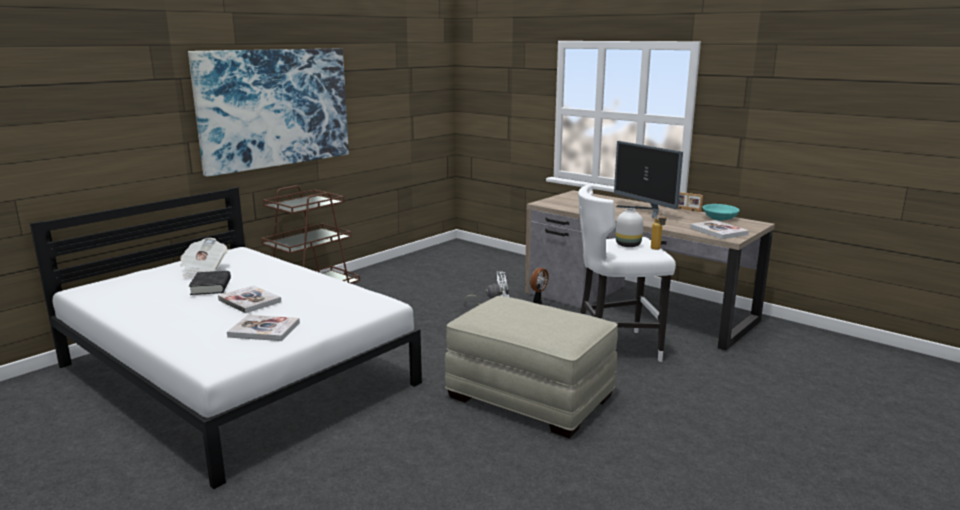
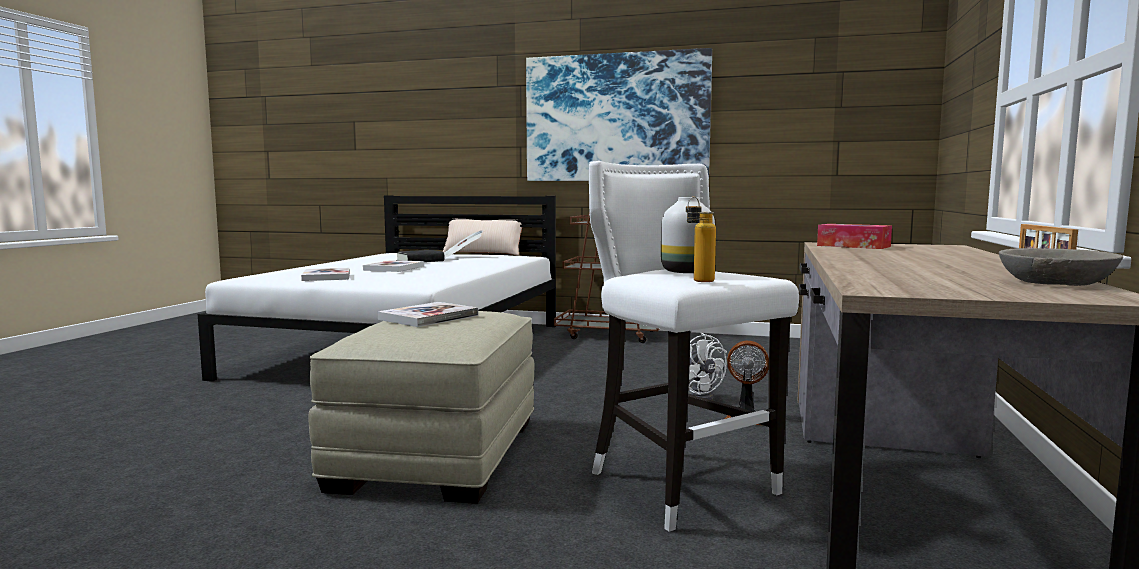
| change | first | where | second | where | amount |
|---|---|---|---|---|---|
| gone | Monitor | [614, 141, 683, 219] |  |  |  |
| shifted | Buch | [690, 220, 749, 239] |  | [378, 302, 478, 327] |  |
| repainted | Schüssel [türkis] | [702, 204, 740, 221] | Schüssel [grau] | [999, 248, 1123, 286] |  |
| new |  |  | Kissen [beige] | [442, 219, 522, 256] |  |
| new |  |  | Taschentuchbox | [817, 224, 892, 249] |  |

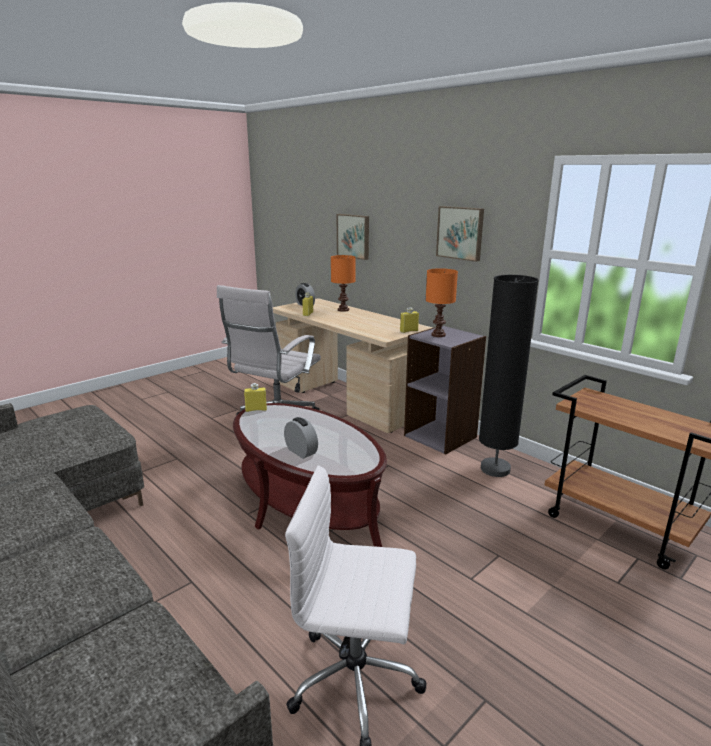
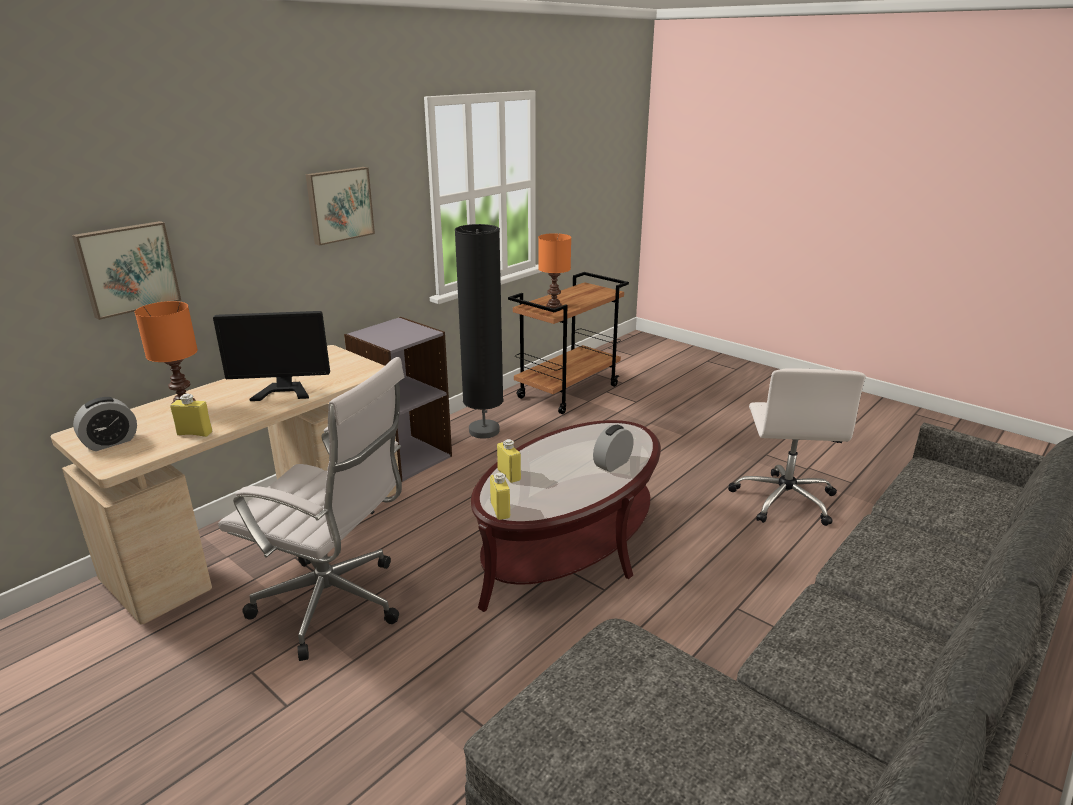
| change | first | where | second | where | amount |
|---|---|---|---|---|---|
| shifted | Flasche [gelb] | [400, 307, 419, 333] |  | [497, 439, 521, 483] |  |
| shifted | Tischlampe [orange] | [426, 268, 458, 337] |  | [538, 233, 571, 309] |  |
| new |  |  | Monitor | [213, 311, 330, 401] |  |

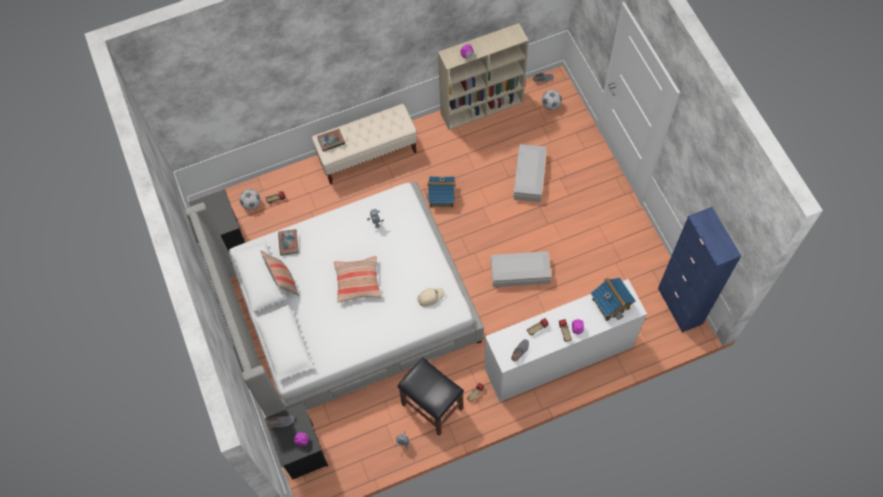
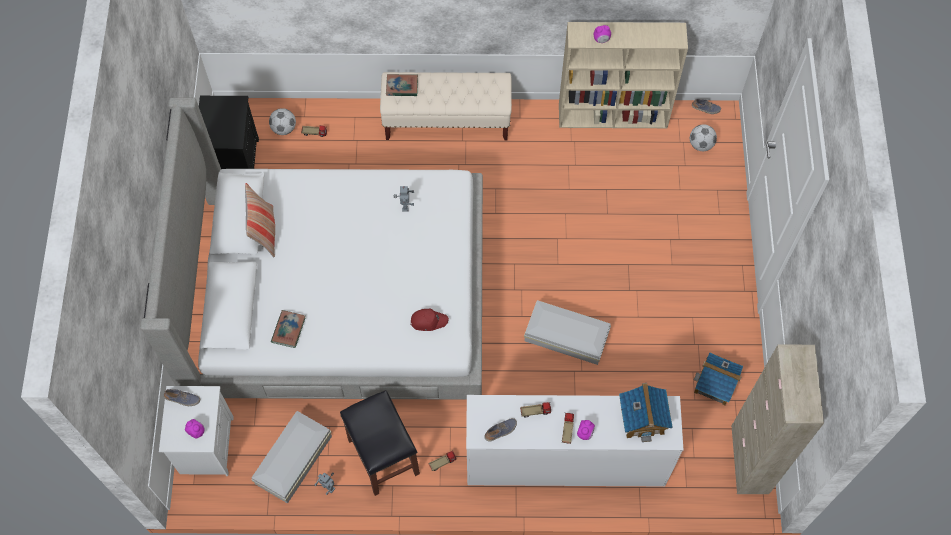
| change | first | where | second | where | amount |
|---|---|---|---|---|---|
| repainted | Nachttisch [schwarz] | [265, 403, 328, 480] | Nachttisch [weiß] | [159, 386, 234, 476] |  |
| shifted | Buch | [278, 229, 299, 256] |  | [271, 310, 306, 348] |  |
| gone | Kissen | [334, 256, 381, 303] |  |  |  |
| repainted | Kappe [beige] | [418, 288, 445, 307] | Kappe [rot] | [411, 309, 449, 331] |  |
| shifted | Spielzeughaus | [426, 176, 455, 208] |  | [694, 353, 743, 405] |  |
| shifted | Aufbewahrungsbox [weiß] | [513, 144, 547, 202] |  | [251, 411, 332, 504] |  |
| repainted | Schrank [blau] | [658, 207, 741, 333] | Schrank [beige] | [731, 344, 824, 494] |  |

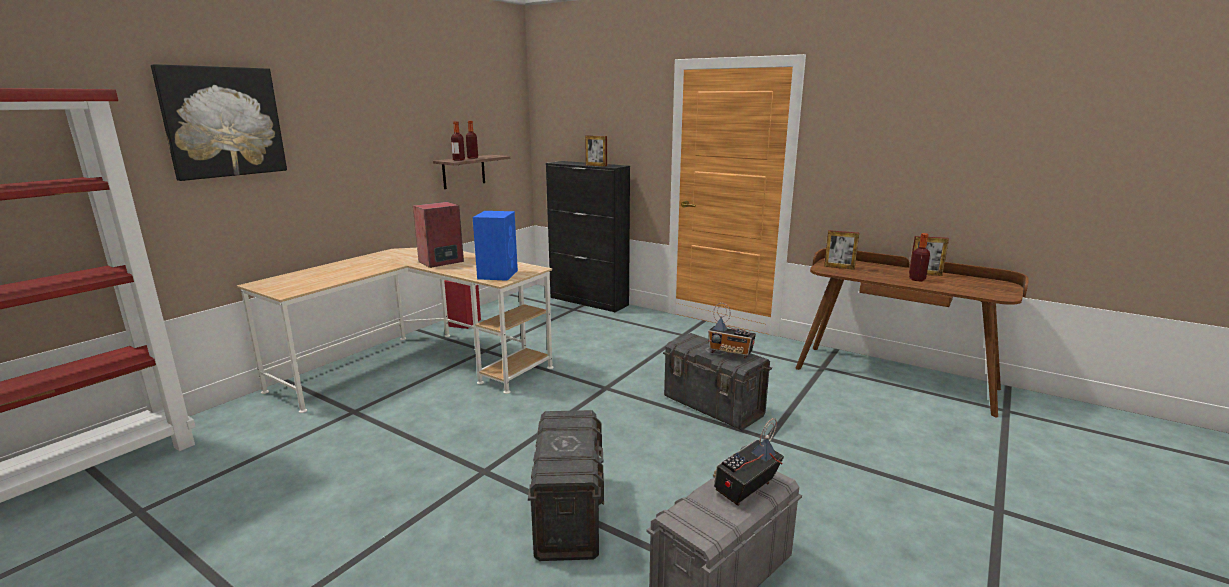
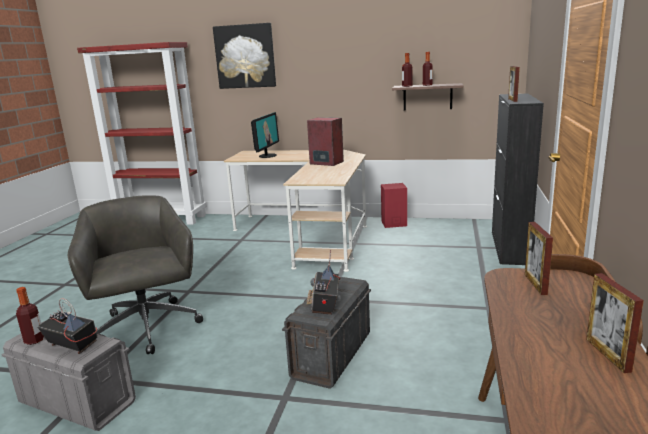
| change | first | where | second | where | amount |
|---|---|---|---|---|---|
| gone | Lautsprecher [blau] | [473, 211, 518, 281] |  |  |  |
| swapped | Aufbewahrungsbox [grau] | [528, 410, 604, 561] | Bürostuhl [grau] | [68, 195, 203, 354] |  |
| shifted | Flasche | [909, 233, 930, 281] |  | [16, 287, 44, 345] |  |
| new |  |  | Monitor | [251, 112, 279, 158] |  |

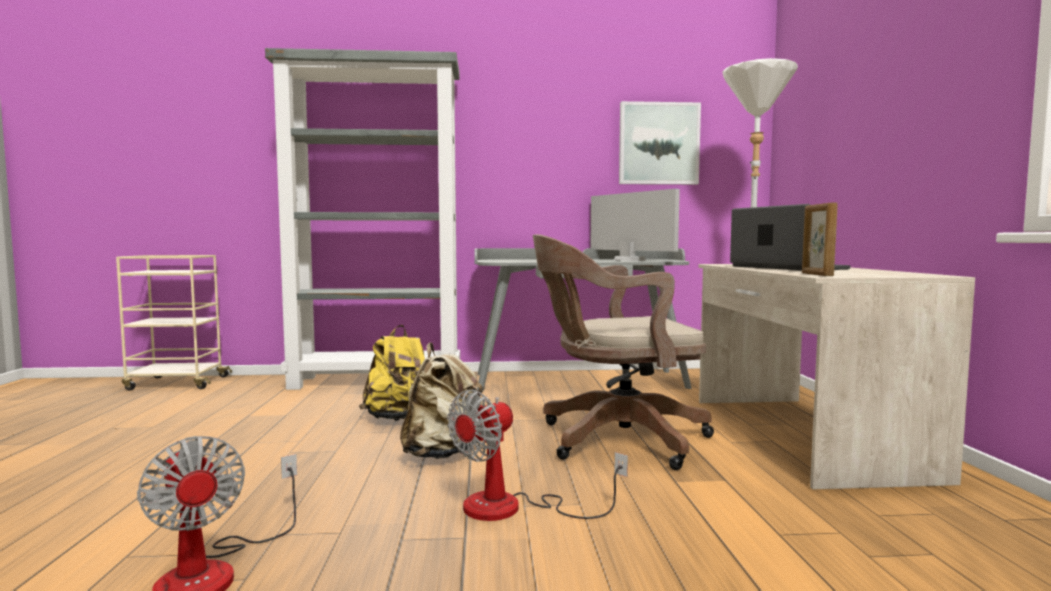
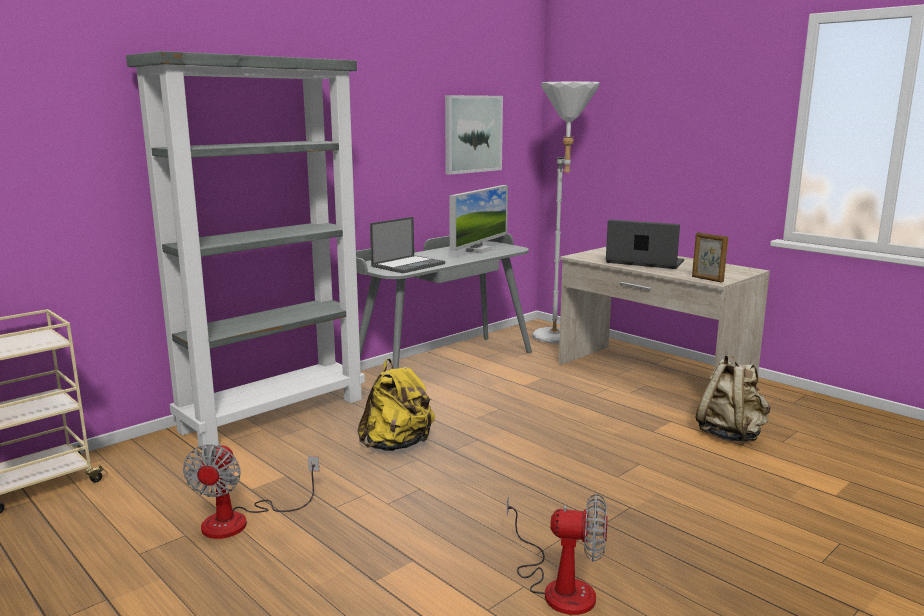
| change | first | where | second | where | amount |
|---|---|---|---|---|---|
| shifted | Rucksack [beige] | [400, 342, 485, 459] |  | [695, 354, 770, 441] |  |
| shifted | Ventilator | [447, 389, 628, 521] |  | [183, 443, 319, 539] |  |
| gone | Bürostuhl [braun] | [533, 234, 714, 470] |  |  |  |
| rotated | Monitor | [590, 189, 680, 261] |  | [449, 185, 508, 253] | 105 degrees clockwise |
| new |  |  | Laptop | [370, 217, 445, 273] |  |

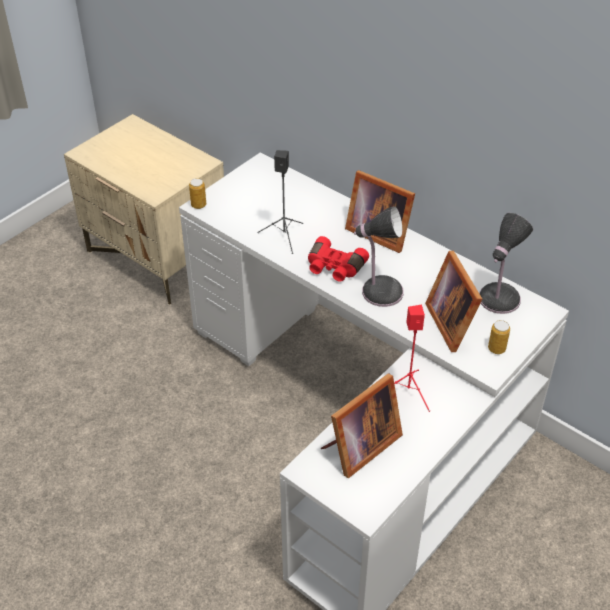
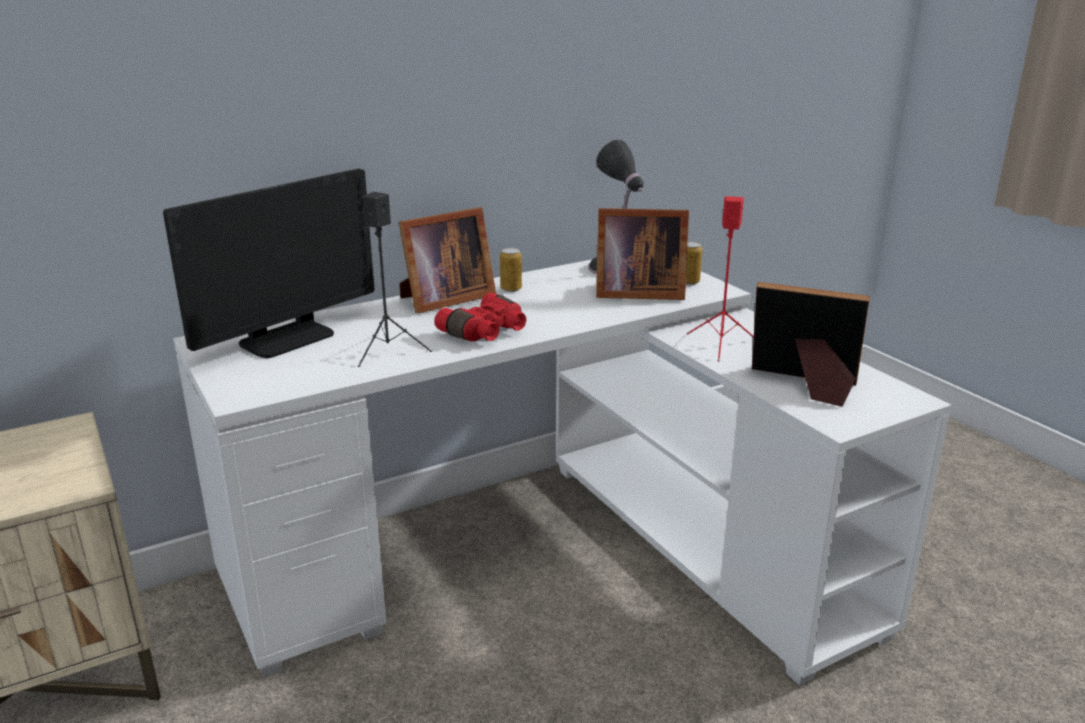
| change | first | where | second | where | amount |
|---|---|---|---|---|---|
| shifted | Dose | [189, 178, 206, 209] |  | [500, 248, 522, 292] |  |
| rotated | Bilderrahmen | [321, 373, 403, 478] |  | [752, 282, 870, 407] | 45 degrees counterclockwise |
| gone | Tischlampe | [354, 206, 404, 307] |  |  |  |
| new |  |  | Monitor | [163, 169, 375, 358] |  |

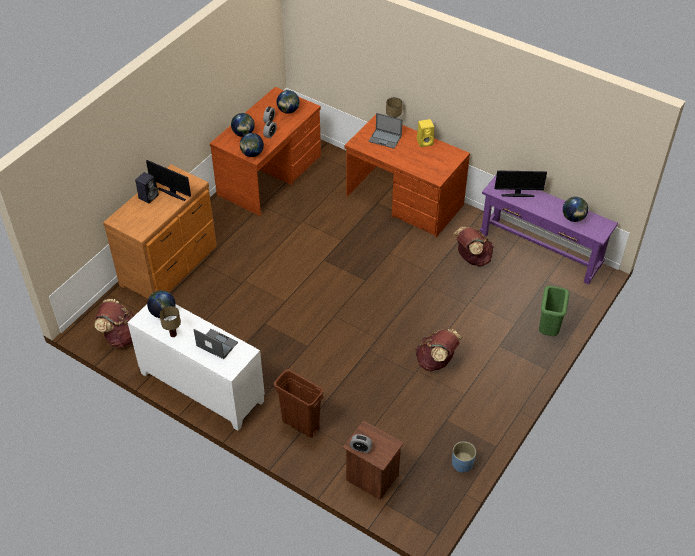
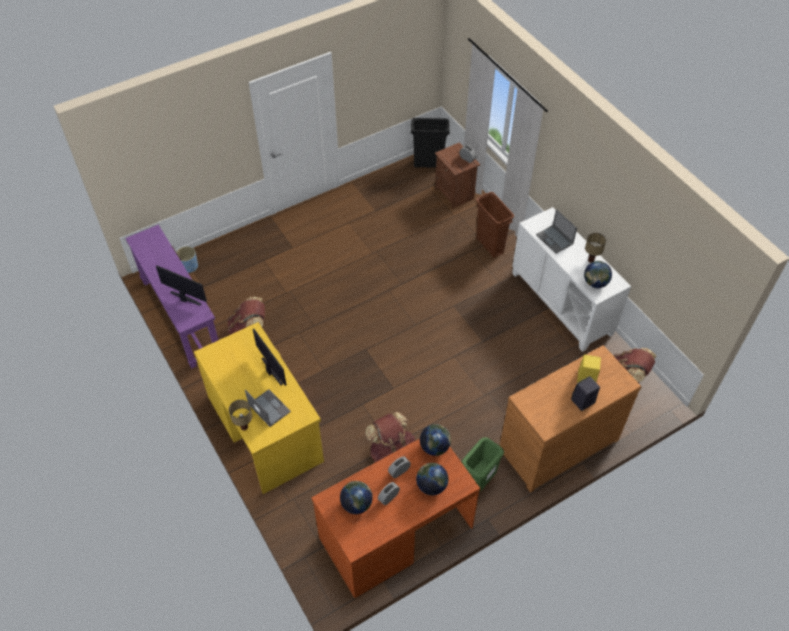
| change | first | where | second | where | amount |
|---|---|---|---|---|---|
| shifted | Monitor | [146, 160, 191, 201] |  | [253, 329, 287, 386] |  |
| repainted | Schreibtisch [braun] | [345, 115, 470, 237] | Schreibtisch [gelb] | [194, 322, 324, 494] |  |
| shifted | Rucksack [braun] | [416, 329, 462, 372] |  | [365, 412, 415, 462] |  |
| shifted | Lautsprecher [gelb] | [417, 119, 434, 147] |  | [577, 355, 601, 383] |  |
| shifted | Pflanzkübel [blau] | [452, 441, 476, 473] |  | [176, 246, 198, 273] |  |
| shifted | Mülleimer [grün] | [539, 286, 569, 336] |  | [462, 437, 504, 492] |  |
| gone | Globus | [563, 197, 588, 222] |  |  |  |
| new |  |  | Mülleimer [schwarz] | [411, 118, 450, 168] |  |

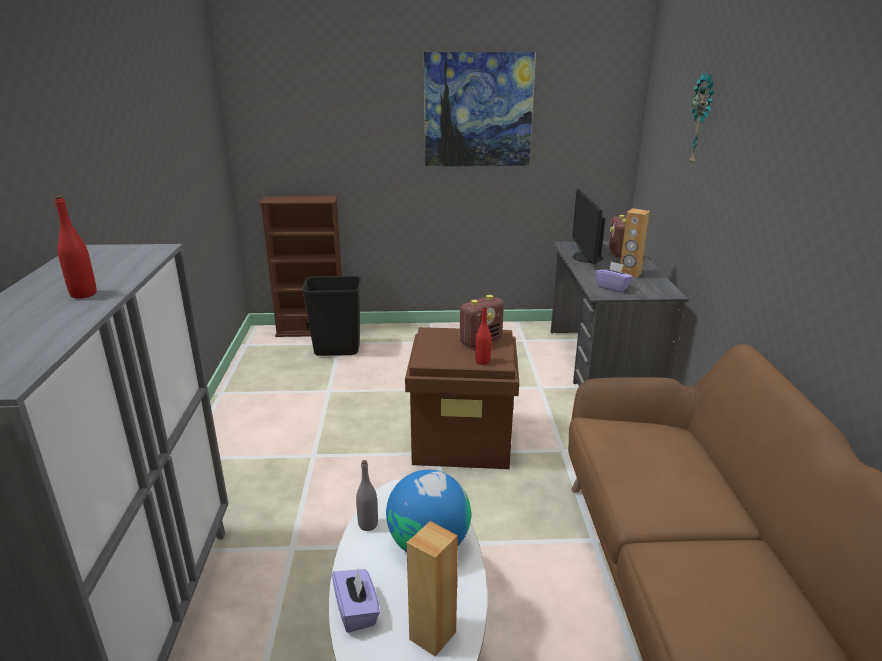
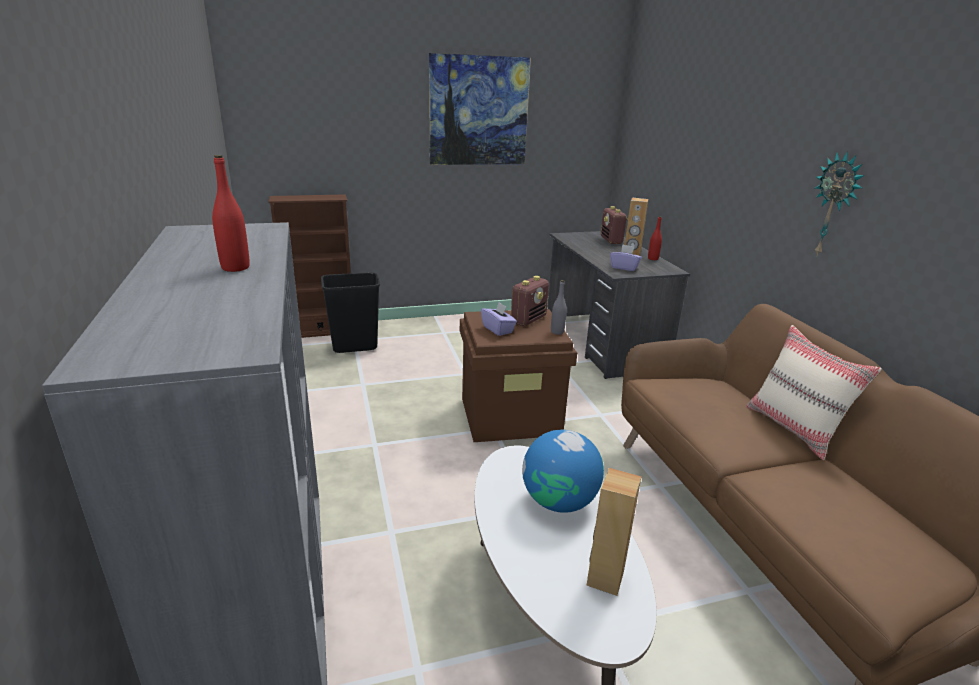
| change | first | where | second | where | amount |
|---|---|---|---|---|---|
| shifted | Taschentuchbox [lila] | [332, 568, 380, 633] |  | [481, 302, 517, 336] |  |
| shifted | Flasche [grau] | [356, 460, 378, 531] |  | [551, 280, 567, 335] |  |
| shifted | Flasche [rot] | [475, 306, 491, 365] |  | [648, 216, 662, 260] |  |
| gone | Monitor | [572, 189, 605, 264] |  |  |  |
| shifted | Wanduhr | [690, 72, 714, 166] |  | [815, 151, 865, 257] |  |
| new |  |  | Kissen [beige] | [746, 325, 882, 460] |  |

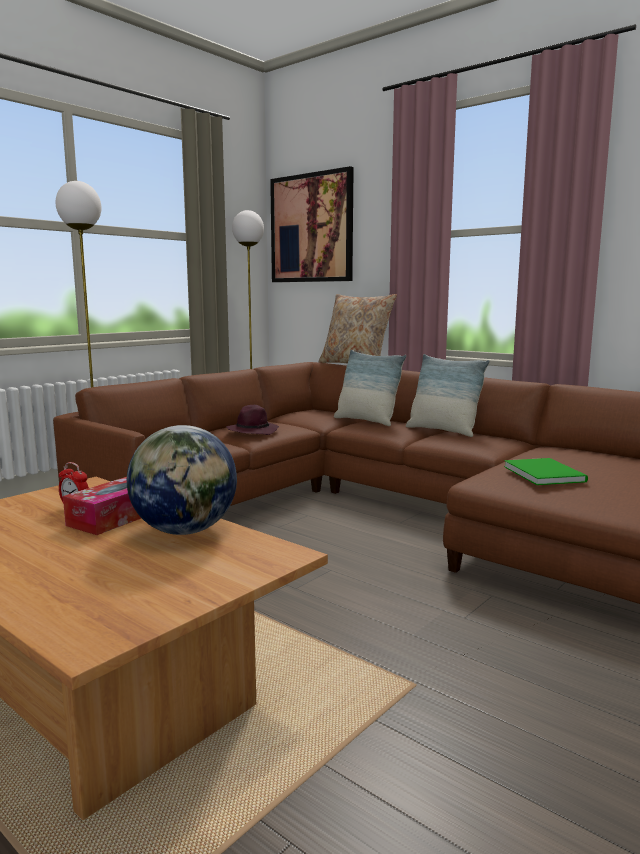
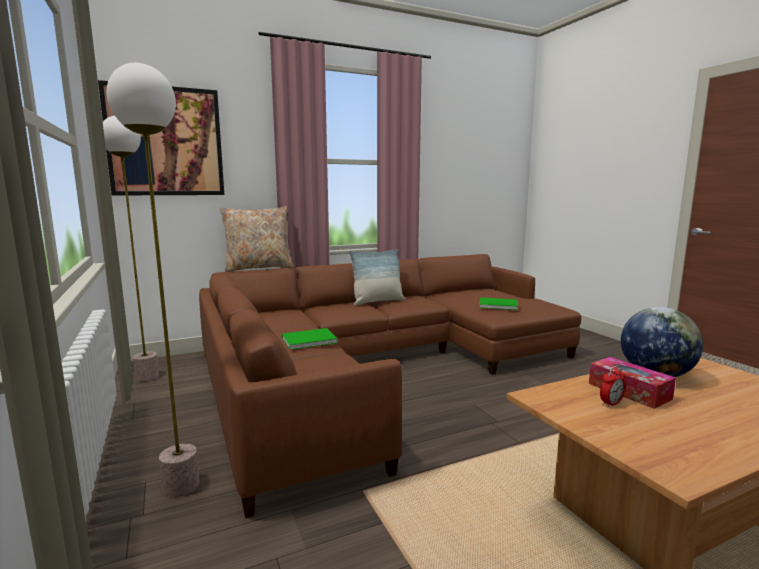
| change | first | where | second | where | amount |
|---|---|---|---|---|---|
| swapped | Hut [lila] | [226, 405, 279, 435] | Buch [grün] | [282, 328, 338, 350] |  |
| gone | Kissen | [334, 350, 406, 426] |  |  |  |

